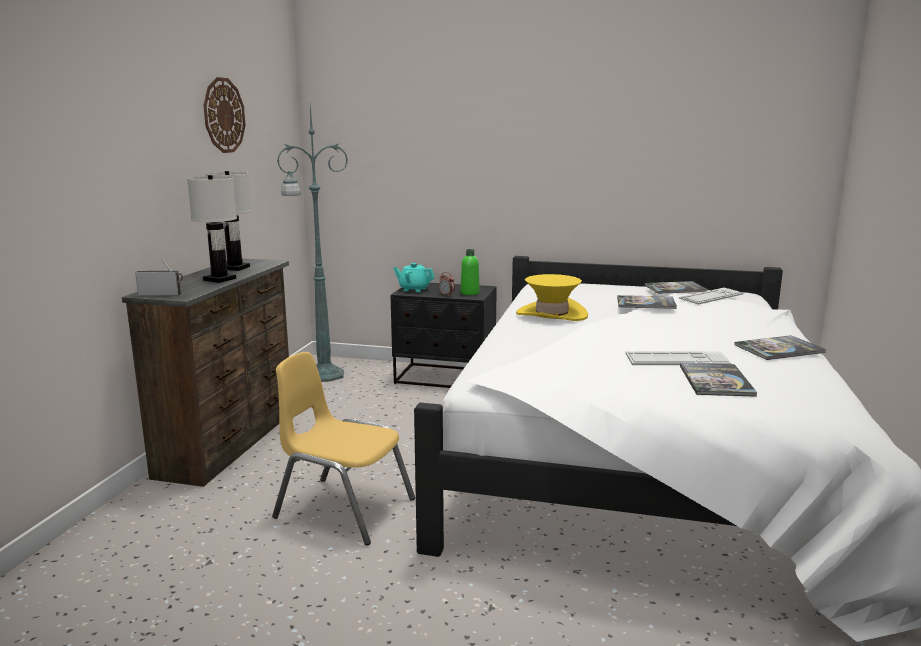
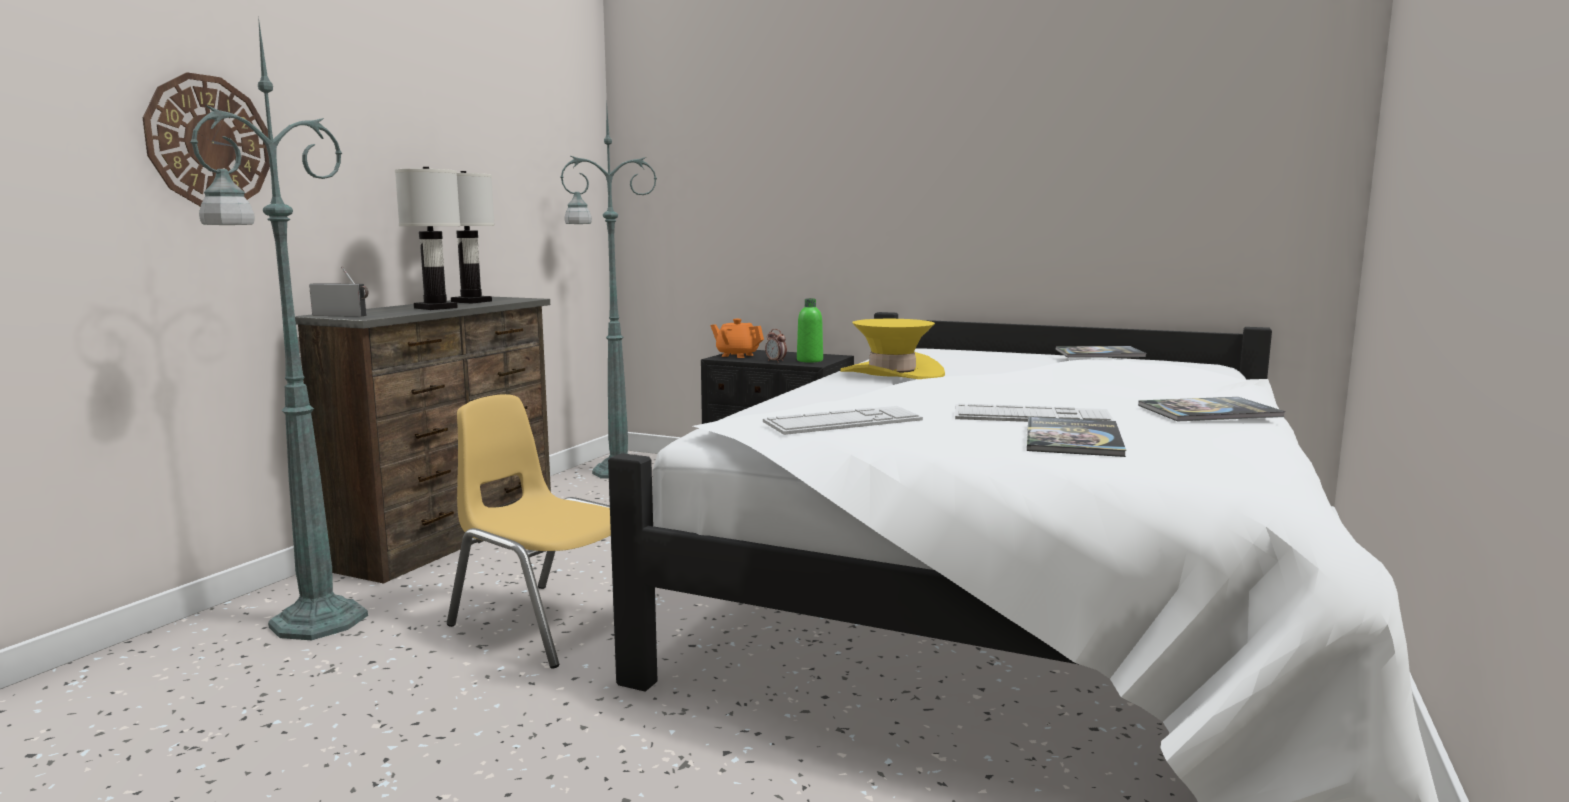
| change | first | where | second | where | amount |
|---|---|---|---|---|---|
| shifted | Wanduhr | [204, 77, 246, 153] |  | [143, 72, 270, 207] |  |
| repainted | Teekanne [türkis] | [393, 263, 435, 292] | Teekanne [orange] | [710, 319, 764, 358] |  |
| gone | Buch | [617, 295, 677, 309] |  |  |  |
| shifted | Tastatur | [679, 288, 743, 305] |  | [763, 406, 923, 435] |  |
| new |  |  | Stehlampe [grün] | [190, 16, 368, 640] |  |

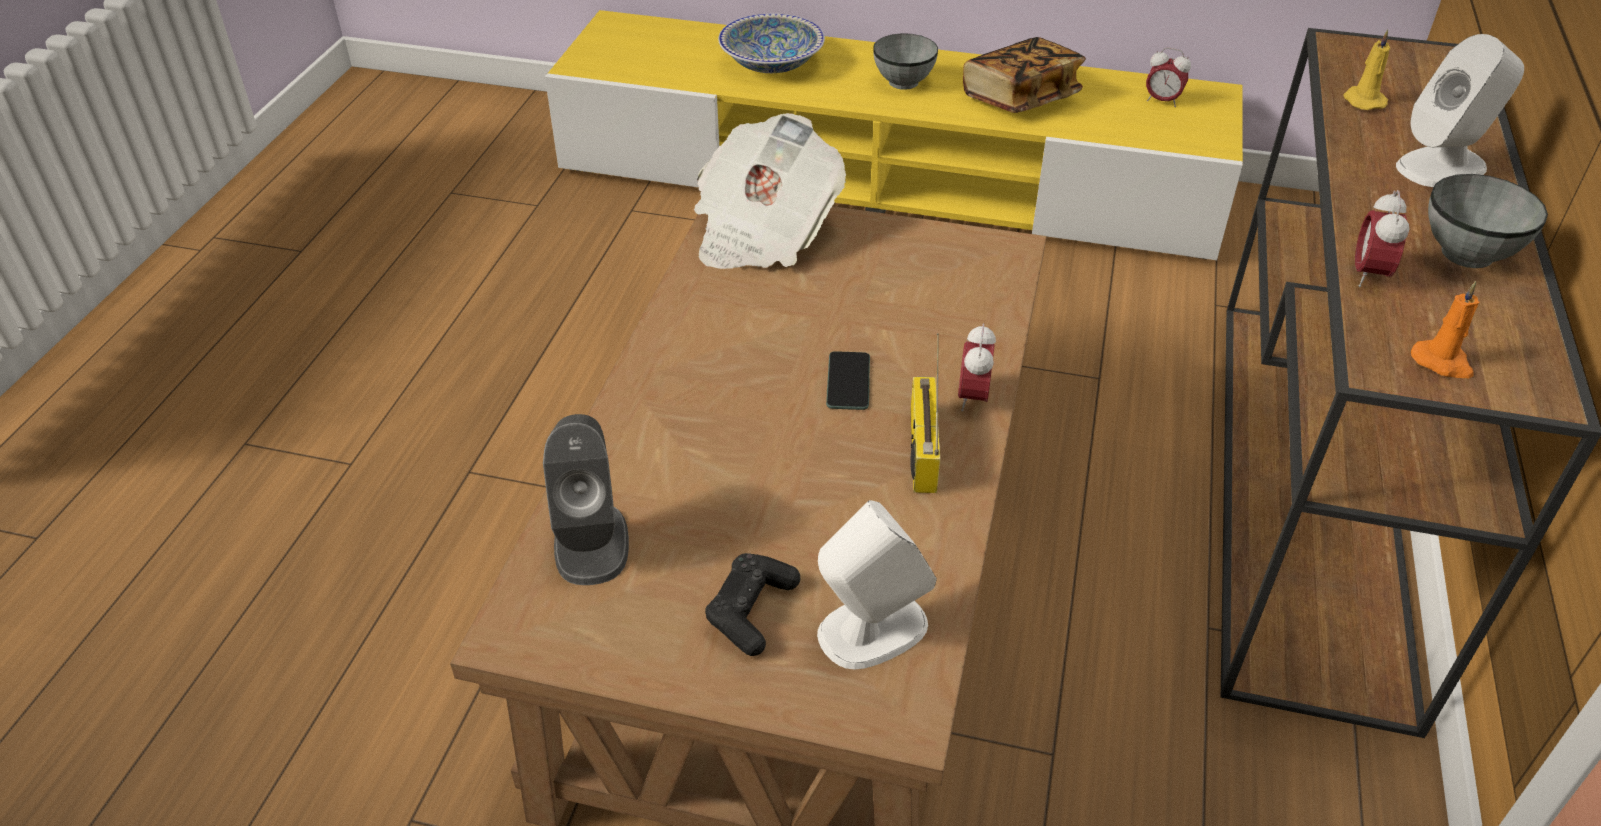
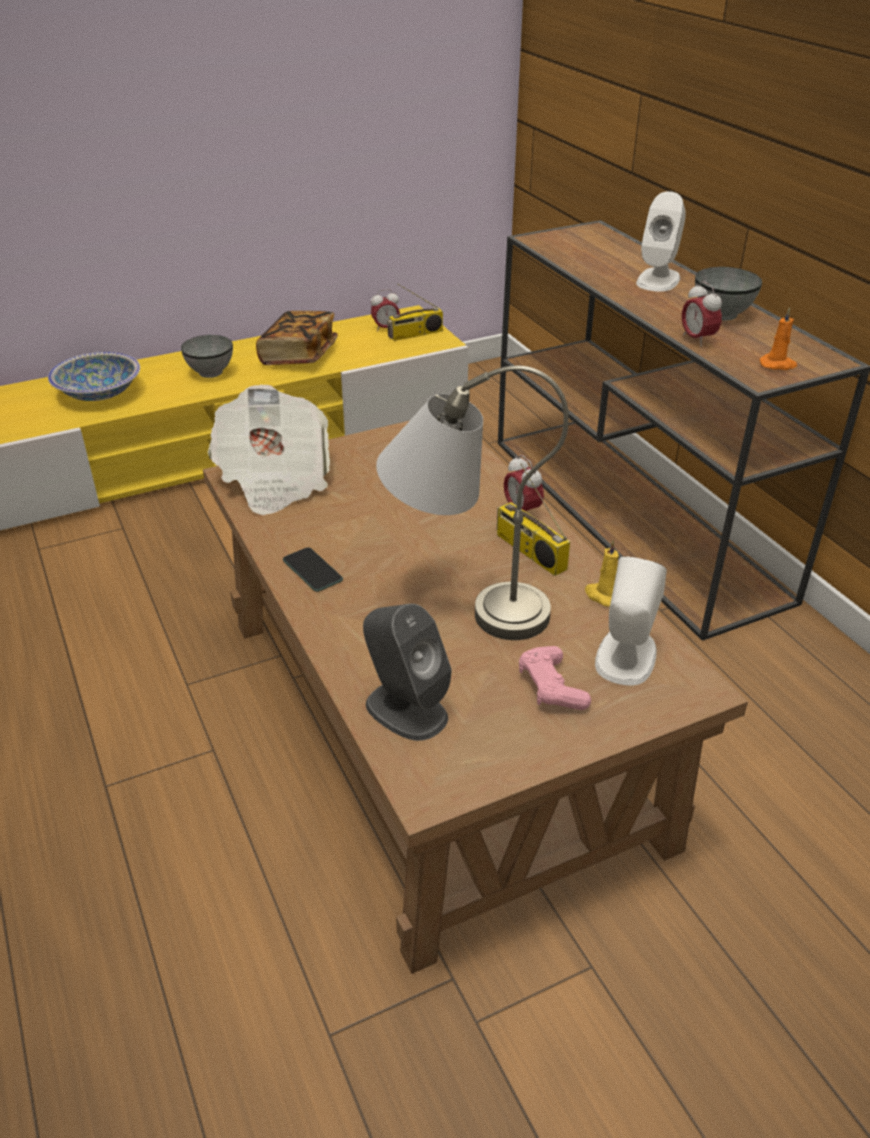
| change | first | where | second | where | amount |
|---|---|---|---|---|---|
| repainted | Gamepad [schwarz] | [705, 553, 800, 656] | Gamepad [rosa] | [519, 646, 591, 710] |  |
| shifted | Handy | [826, 351, 870, 410] |  | [283, 547, 343, 592] |  |
| shifted | Kerze [gelb] | [1343, 30, 1390, 110] |  | [585, 541, 619, 607] |  |
| new |  |  | Tischlampe [grau] | [376, 365, 569, 640] |  |
| new |  |  | Radio | [387, 283, 443, 341] |  |

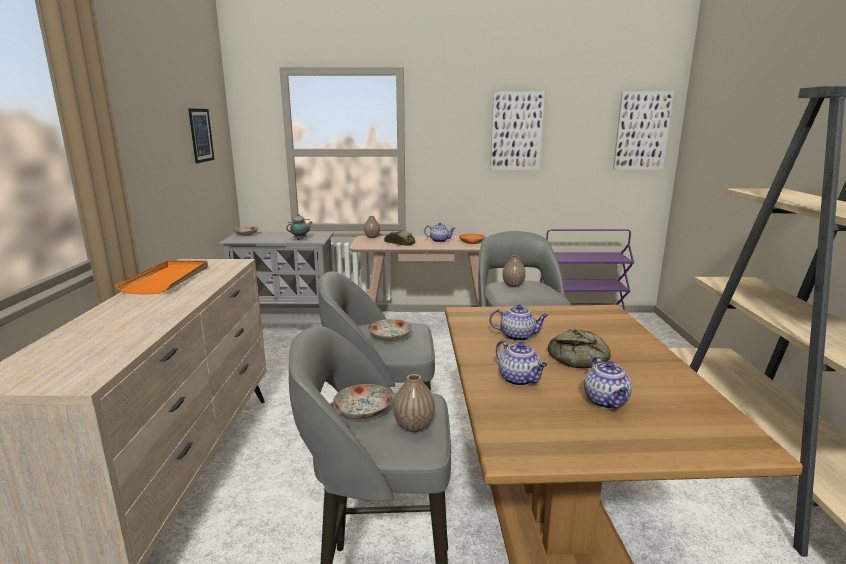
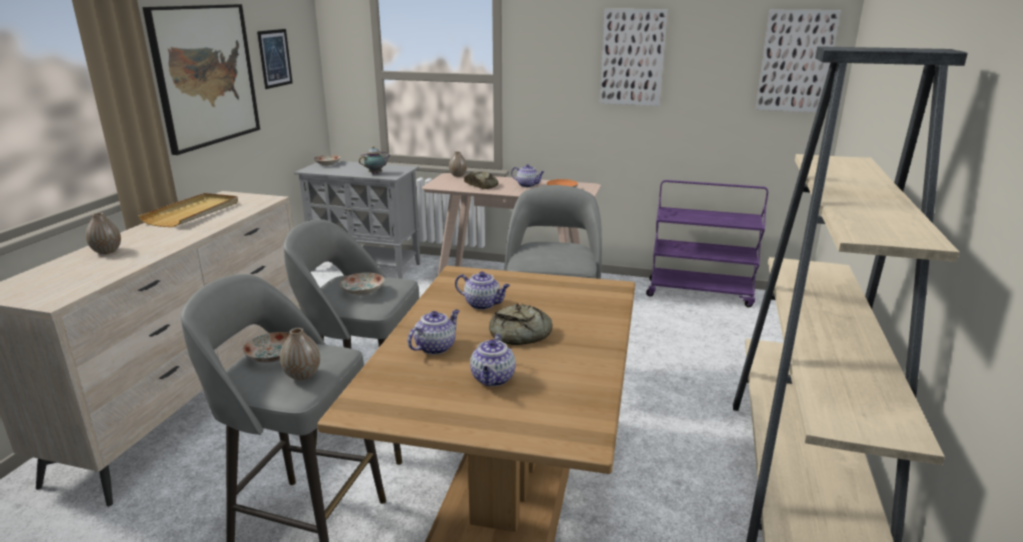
| change | first | where | second | where | amount |
|---|---|---|---|---|---|
| repainted | Tablett [orange] | [115, 260, 208, 295] | Tablett [beige] | [138, 193, 238, 227] |  |
| rotated | Teekanne | [496, 340, 547, 386] |  | [408, 309, 459, 355] | 120 degrees counterclockwise |
| shifted | Vase | [503, 256, 526, 287] |  | [86, 213, 121, 254] |  |
| new |  |  | Bild | [142, 4, 260, 155] |  |

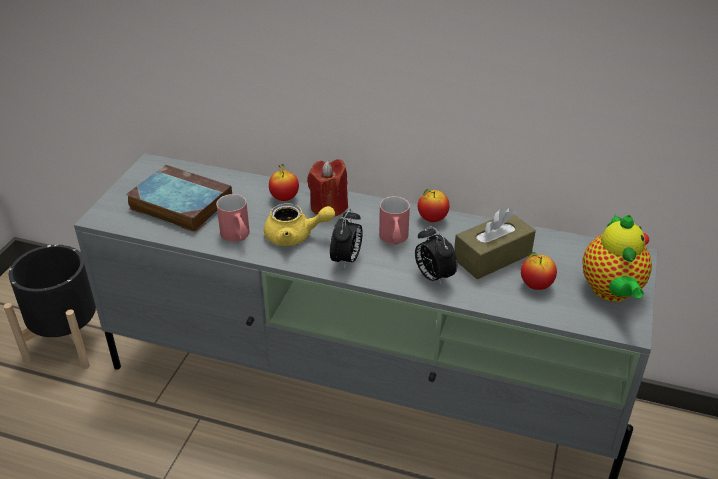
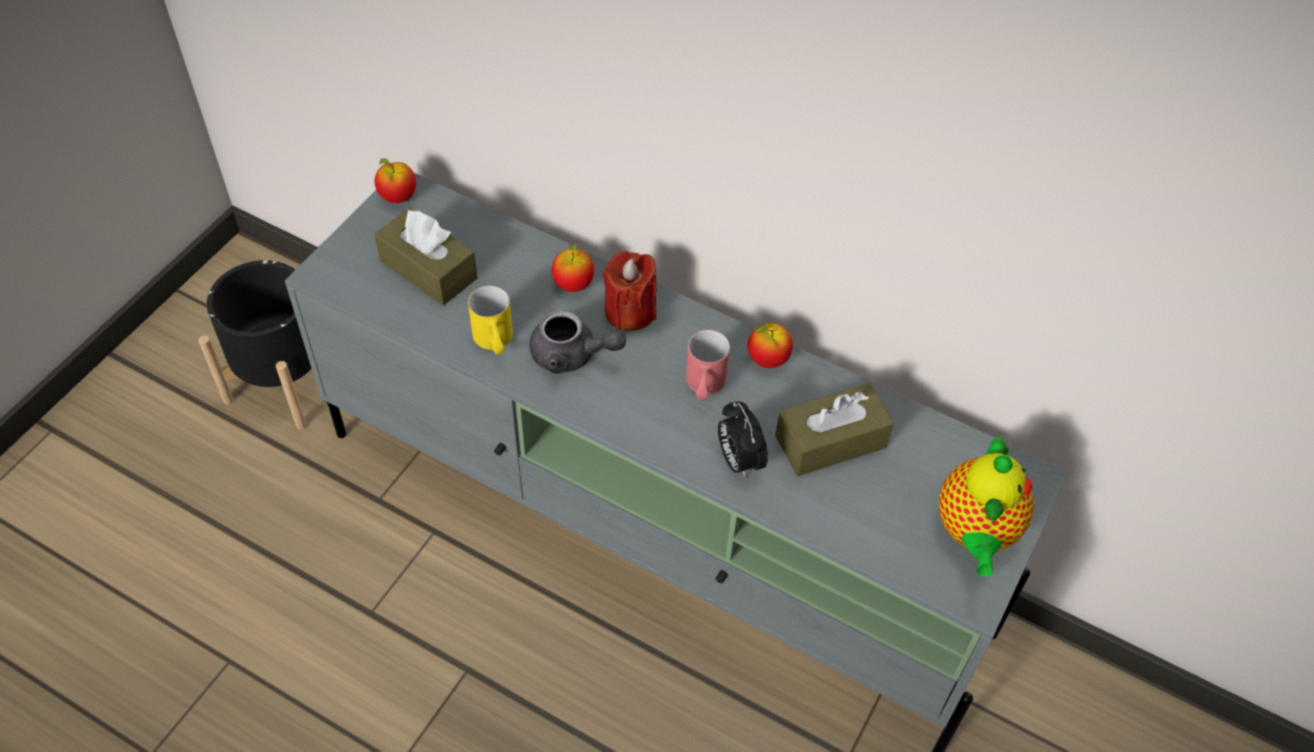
| change | first | where | second | where | amount |
|---|---|---|---|---|---|
| swapped | Buch | [126, 165, 232, 233] | Taschentuchbox [braun] | [374, 208, 477, 306] |  |
| repainted | Henkelbecher [rot] | [216, 194, 250, 242] | Henkelbecher [gelb] | [468, 286, 513, 355] |  |
| repainted | Teekanne [gelb] | [264, 203, 335, 246] | Teekanne [grau] | [530, 310, 626, 374] |  |
| gone | Wecker | [330, 209, 363, 269] |  |  |  |
| shifted | Apfel | [521, 252, 557, 290] |  | [375, 158, 416, 203] |  |

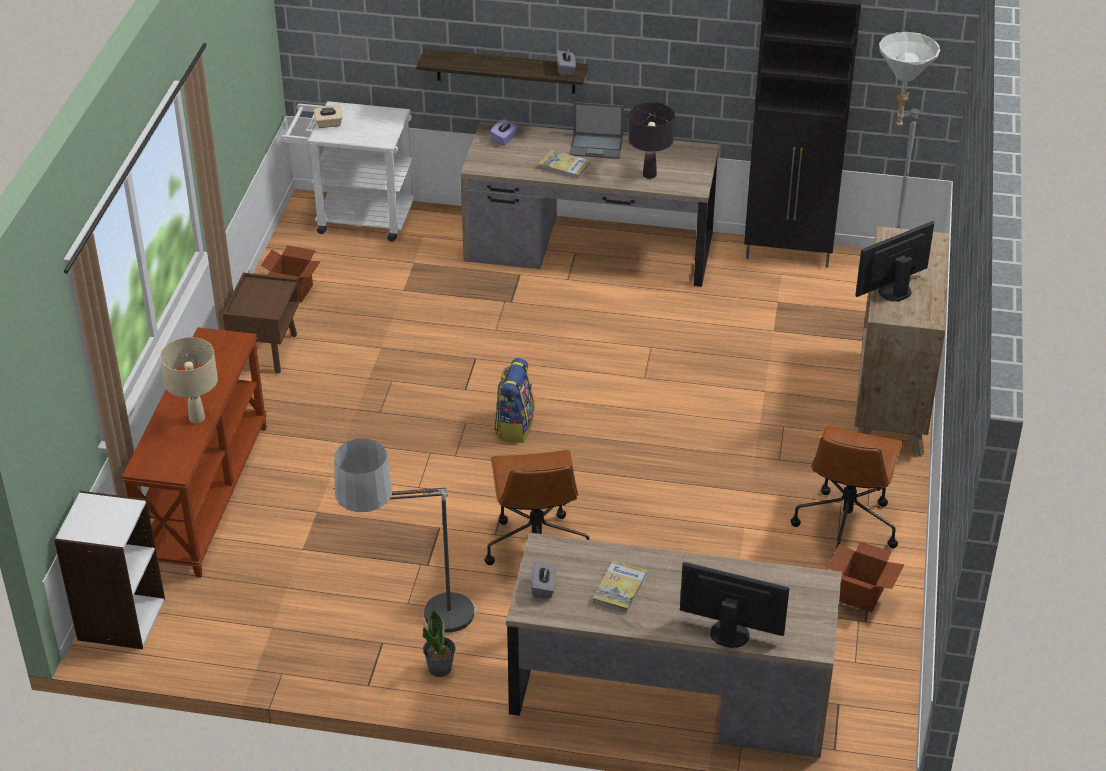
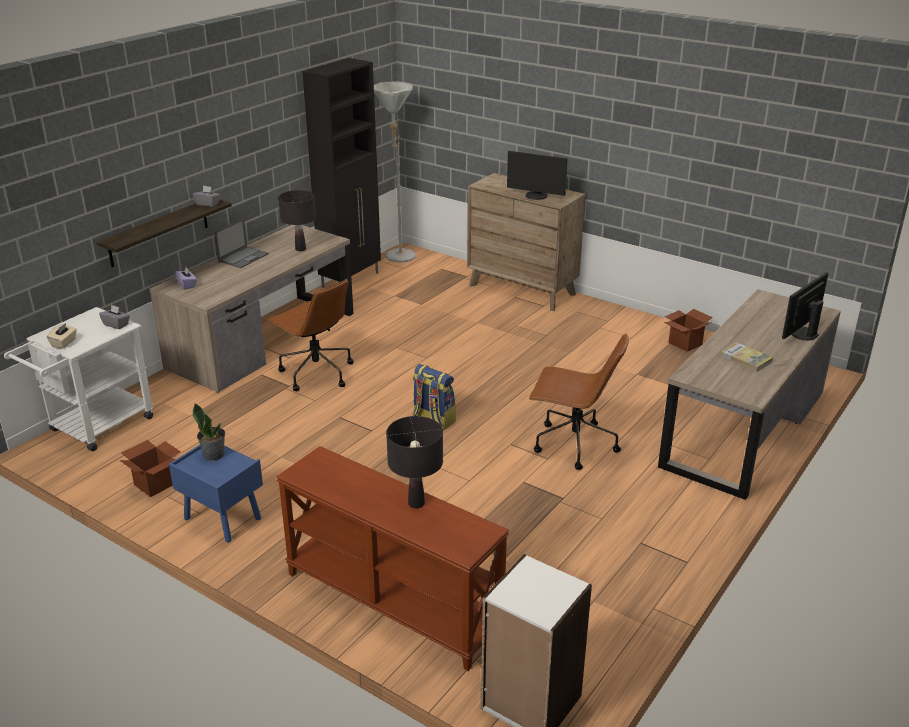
| change | first | where | second | where | amount |
|---|---|---|---|---|---|
| repainted | Tischlampe [beige] | [160, 337, 218, 423] | Tischlampe [schwarz] | [386, 416, 443, 508] |  |
| repainted | Nachttisch [braun] | [223, 273, 300, 374] | Nachttisch [blau] | [169, 445, 263, 542] |  |
| gone | Stehlampe | [333, 439, 477, 642] |  |  |  |
| shifted | Topfpflanze | [423, 610, 456, 677] |  | [193, 404, 225, 461] |  |
| shifted | Taschentuchbox [grau] | [531, 562, 556, 598] |  | [99, 305, 130, 329] |  |
| gone | Buch | [539, 150, 590, 180] |  |  |  |
| shifted | Bürostuhl [braun] | [791, 425, 903, 553] |  | [266, 279, 354, 391] |  |
| rotated | Monitor | [856, 221, 934, 302] |  | [507, 151, 567, 200] | 60 degrees counterclockwise |

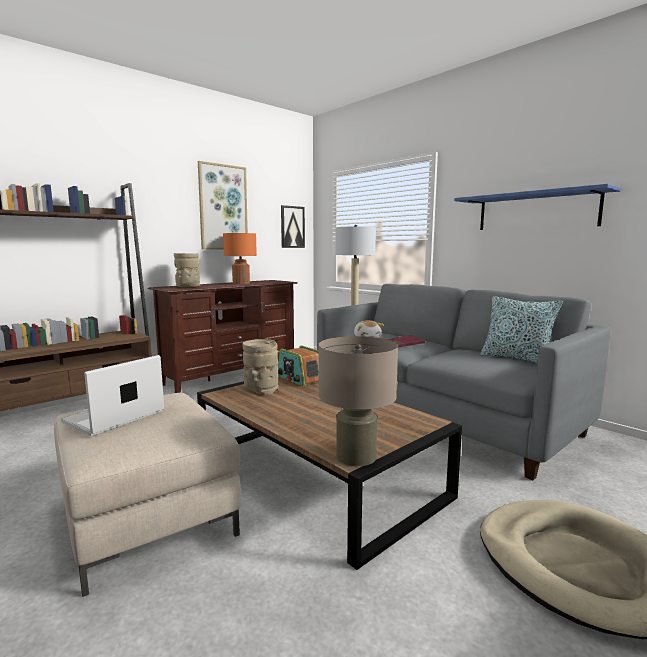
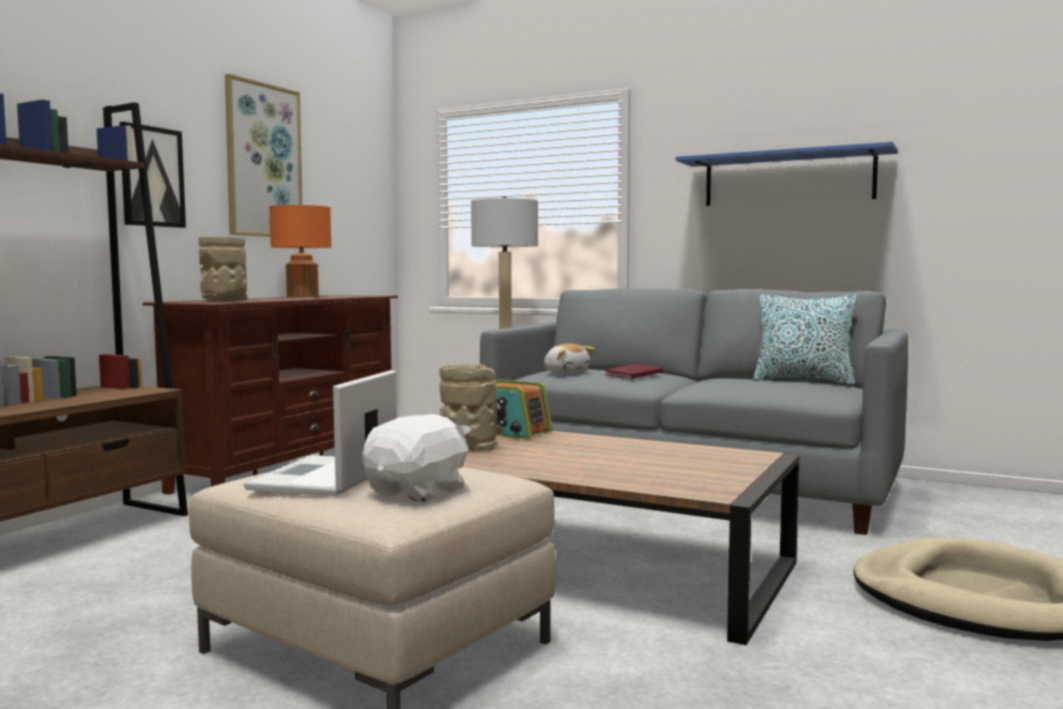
| change | first | where | second | where | amount |
|---|---|---|---|---|---|
| shifted | Bild | [281, 205, 305, 248] |  | [119, 121, 186, 228] |  |
| gone | Tischlampe [beige] | [318, 336, 398, 466] |  |  |  |
| new |  |  | Plüschtier [weiß] | [362, 414, 471, 502] |  |

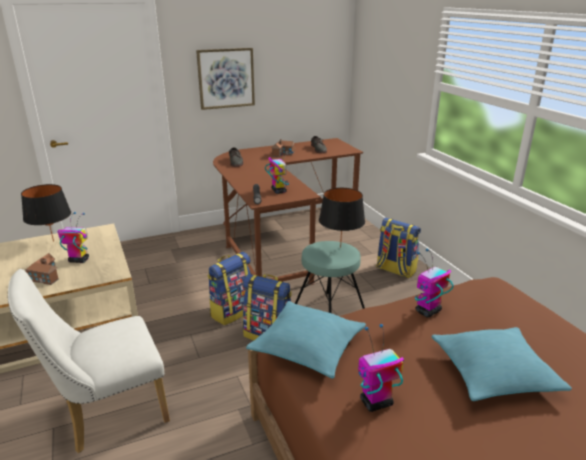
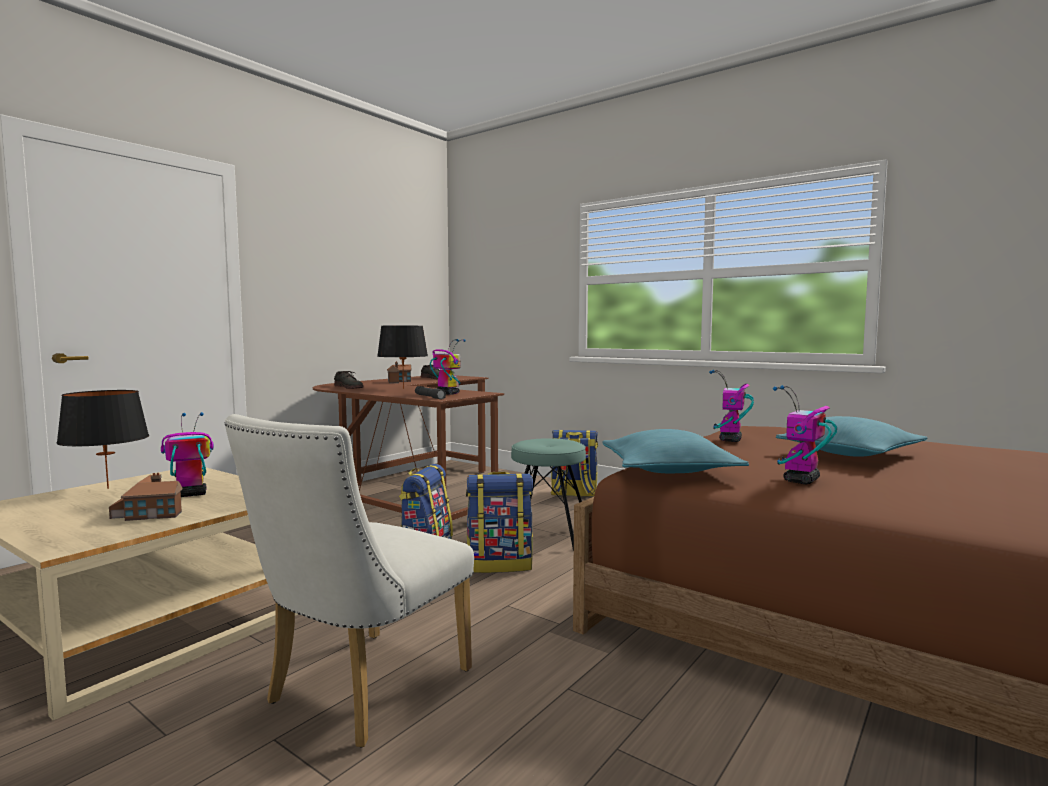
| change | first | where | second | where | amount |
|---|---|---|---|---|---|
| gone | Bild | [196, 48, 255, 110] |  |  |  |
| shifted | Tischlampe [schwarz] | [319, 188, 365, 248] |  | [377, 326, 428, 389] |  |

